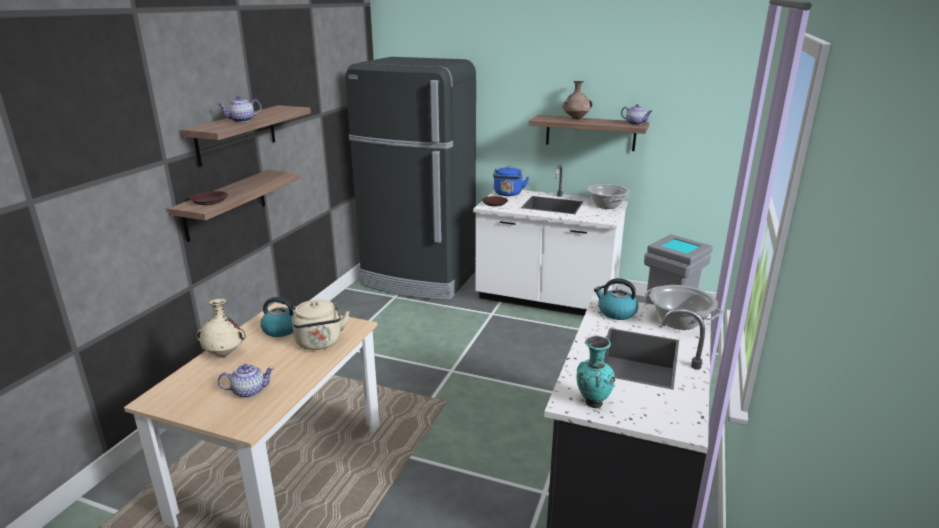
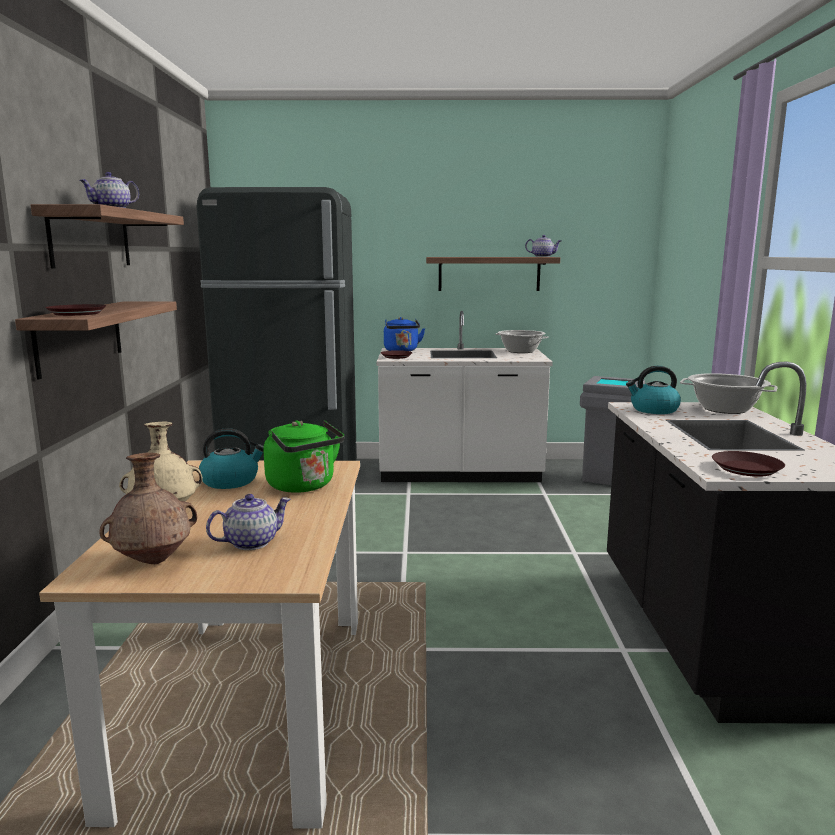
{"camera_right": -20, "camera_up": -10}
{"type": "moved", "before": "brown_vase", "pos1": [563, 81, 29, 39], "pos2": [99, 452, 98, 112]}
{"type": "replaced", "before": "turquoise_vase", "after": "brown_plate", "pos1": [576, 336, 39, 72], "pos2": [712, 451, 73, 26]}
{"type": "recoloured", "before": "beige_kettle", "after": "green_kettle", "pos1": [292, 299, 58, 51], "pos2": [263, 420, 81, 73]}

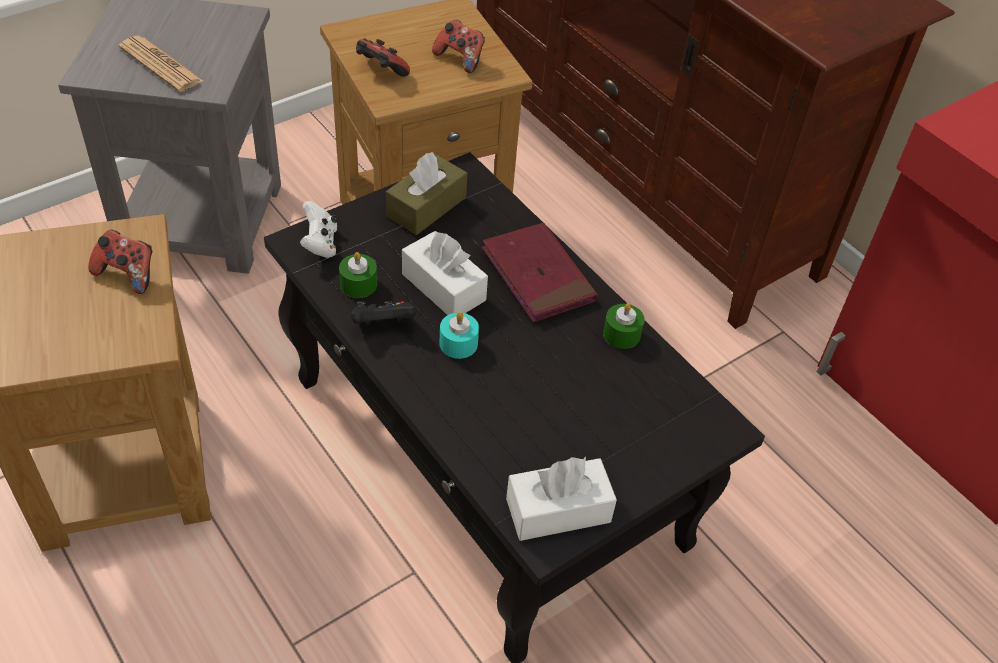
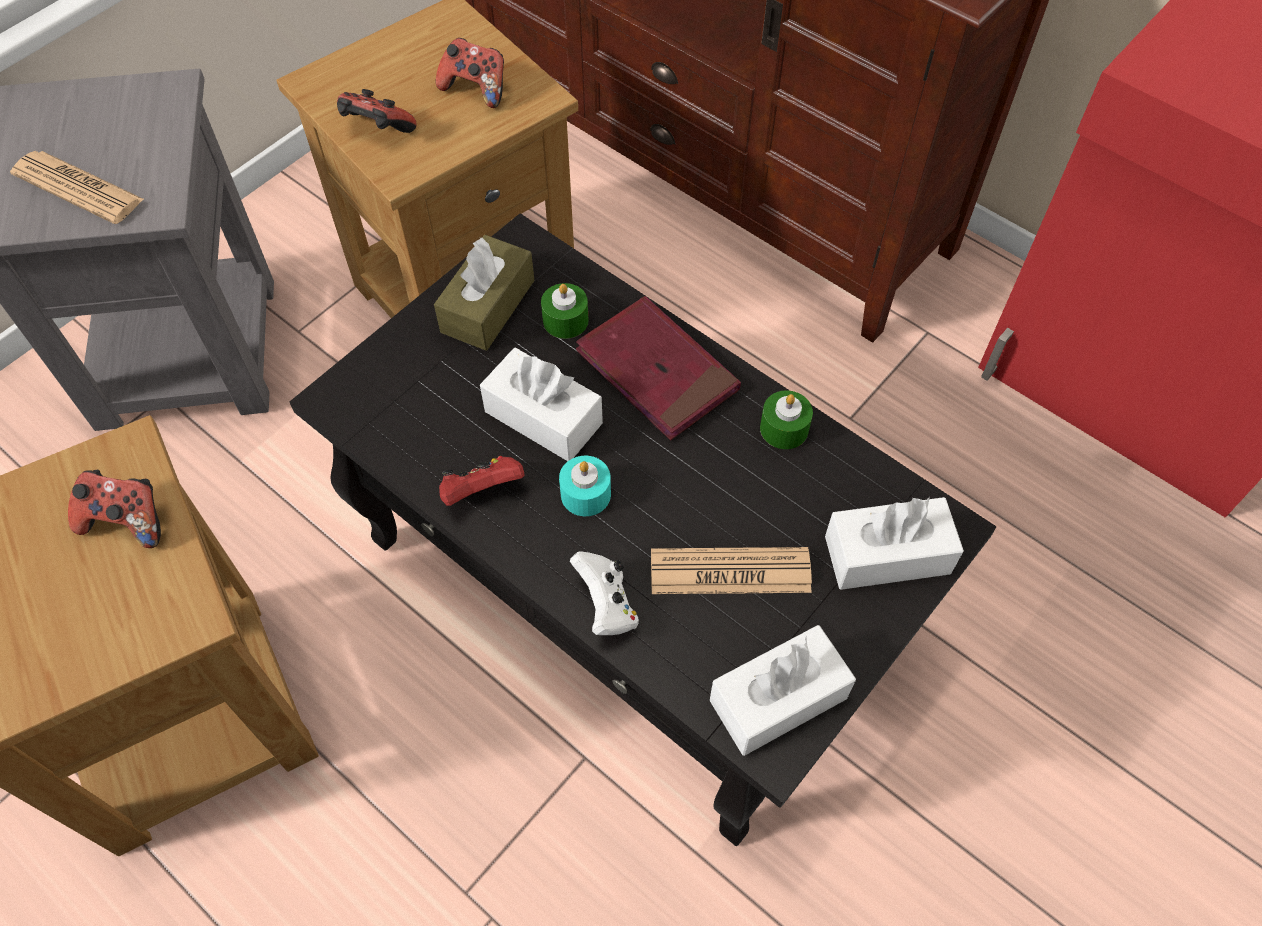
{"camera_right": -10, "camera_up": 10}
{"type": "added", "after": "newspaper", "pos2": [651, 547, 161, 47]}
{"type": "added", "after": "white_tissue_box", "pos2": [825, 497, 139, 93]}
{"type": "moved", "before": "white_game_controller", "pos1": [300, 201, 38, 57], "pos2": [570, 551, 69, 84]}
{"type": "moved", "before": "green_candle", "pos1": [339, 252, 38, 46], "pos2": [541, 283, 48, 56]}
{"type": "recoloured", "before": "black_game_controller", "after": "red_game_controller", "pos1": [350, 301, 66, 25], "pos2": [439, 456, 86, 50]}

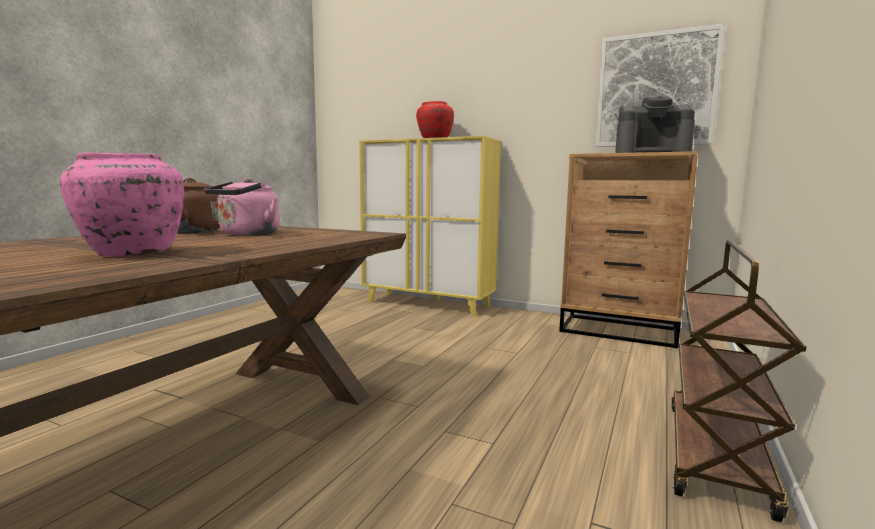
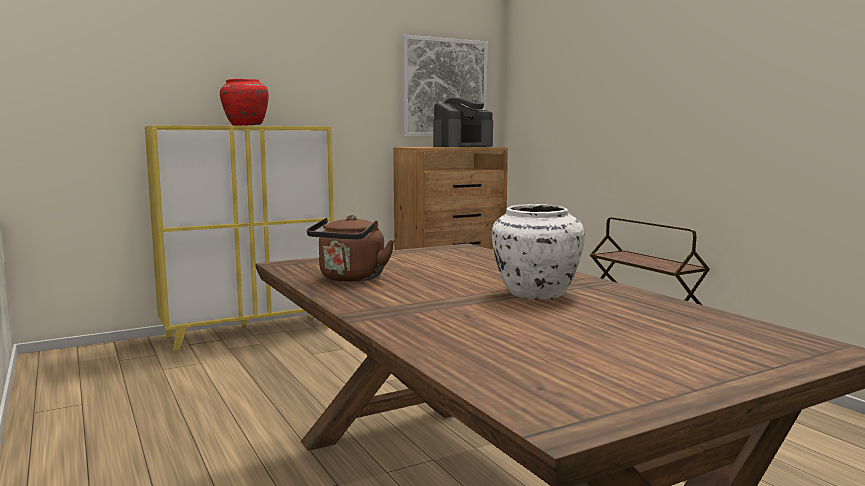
{"camera_right": -55, "camera_up": 0}
{"type": "removed", "before": "pink_kettle", "pos1": [204, 178, 75, 58]}
{"type": "recoloured", "before": "pink_vase", "after": "white_vase", "pos1": [60, 152, 124, 105], "pos2": [492, 204, 93, 96]}

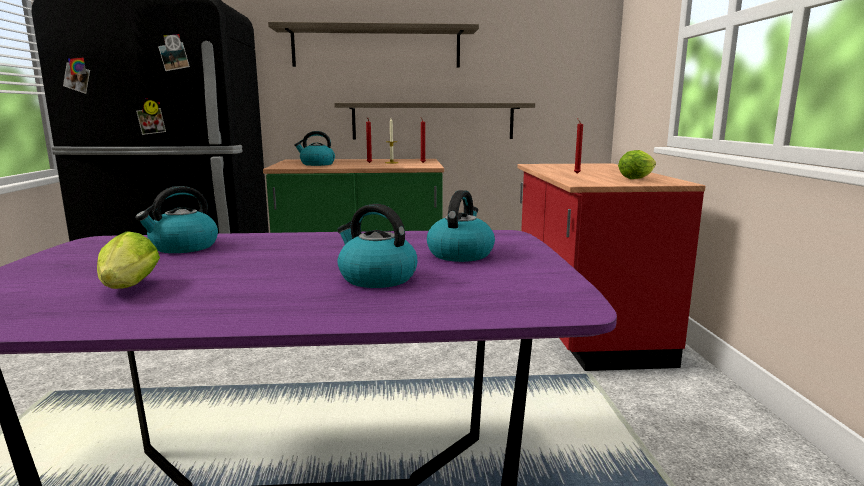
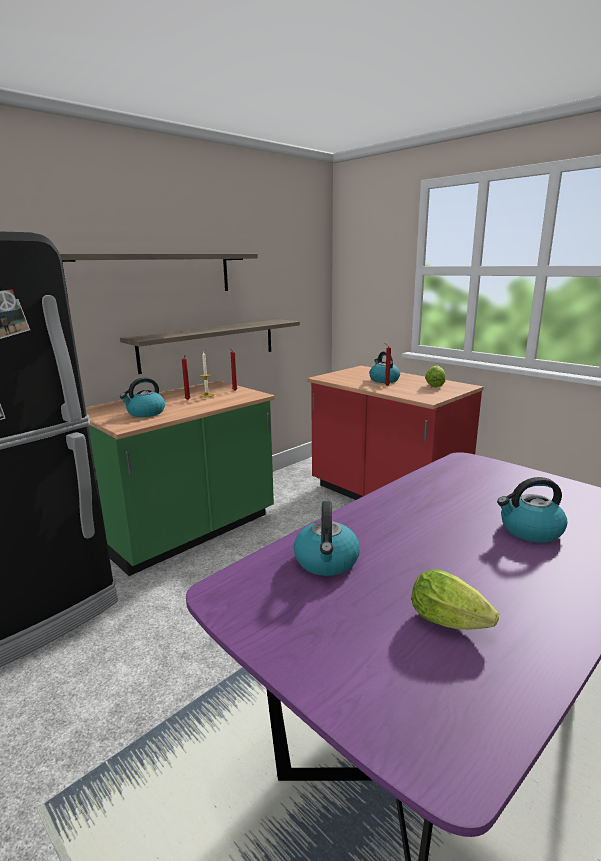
{"camera_right": -40, "camera_up": 5}
{"type": "moved", "before": "kettle", "pos1": [427, 190, 68, 72], "pos2": [369, 351, 31, 32]}

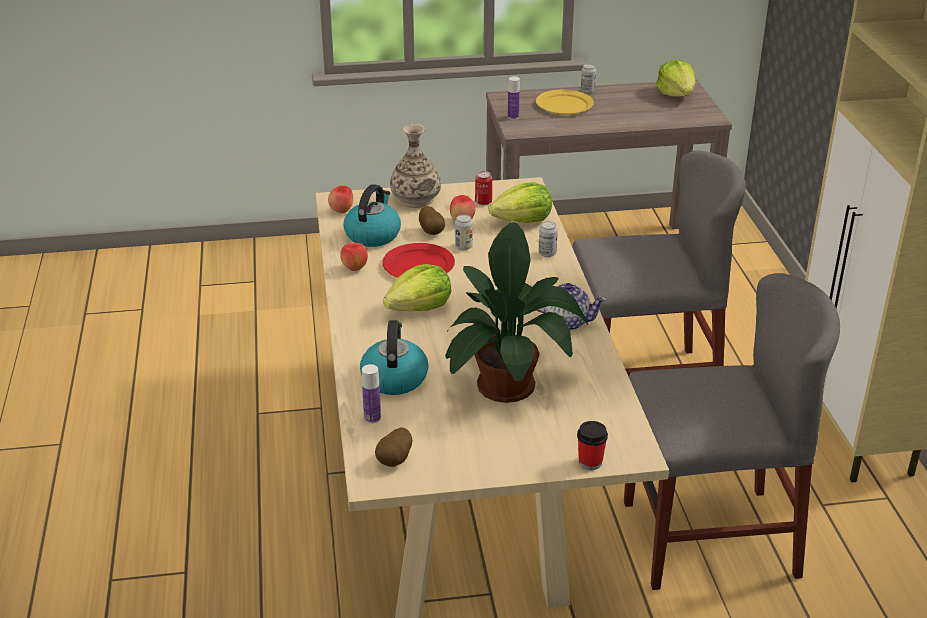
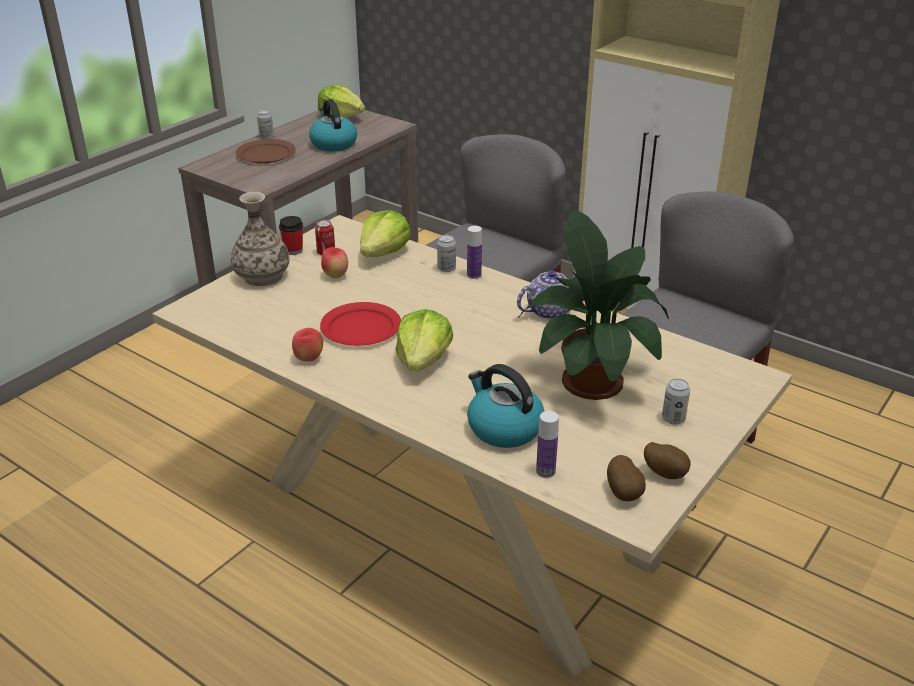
{"camera_right": -45, "camera_up": 0}
{"type": "removed", "before": "apple", "pos1": [328, 185, 25, 28]}
{"type": "moved", "before": "kettle", "pos1": [343, 184, 58, 63], "pos2": [309, 99, 48, 52]}
{"type": "moved", "before": "potato", "pos1": [419, 206, 26, 29], "pos2": [644, 442, 46, 37]}
{"type": "moved", "before": "can", "pos1": [455, 214, 18, 36], "pos2": [662, 379, 28, 46]}
{"type": "moved", "before": "bottle", "pos1": [508, 76, 12, 44], "pos2": [467, 226, 15, 53]}
{"type": "moved", "before": "cup", "pos1": [577, 421, 31, 49], "pos2": [279, 216, 24, 39]}
{"type": "recoloured", "before": "yellow_plate", "after": "brown_plate", "pos1": [536, 90, 58, 25], "pos2": [236, 139, 60, 24]}

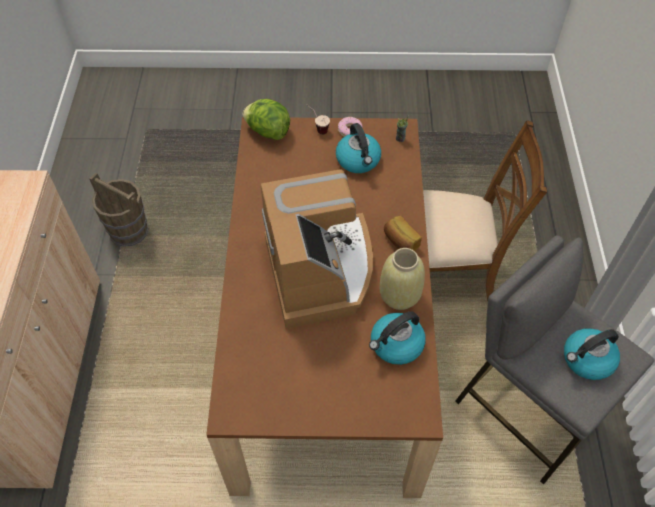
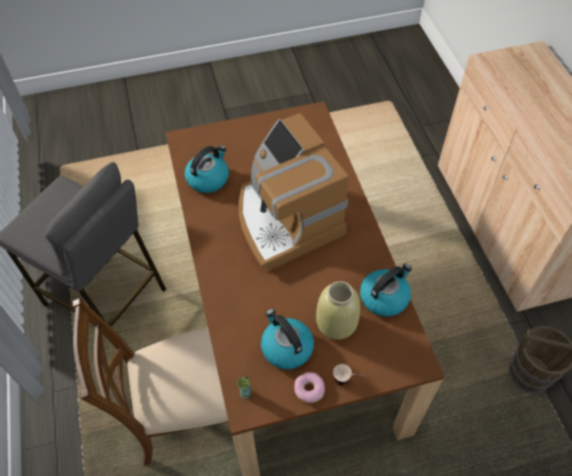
{"camera_right": 165, "camera_up": 0}
{"type": "removed", "before": "lettuce", "pos1": [243, 99, 47, 41]}
{"type": "removed", "before": "bread", "pos1": [384, 216, 38, 35]}
{"type": "moved", "before": "beige_vase", "pos1": [380, 248, 45, 62], "pos2": [316, 281, 44, 59]}
{"type": "moved", "before": "kettle", "pos1": [564, 328, 56, 52], "pos2": [360, 264, 52, 53]}

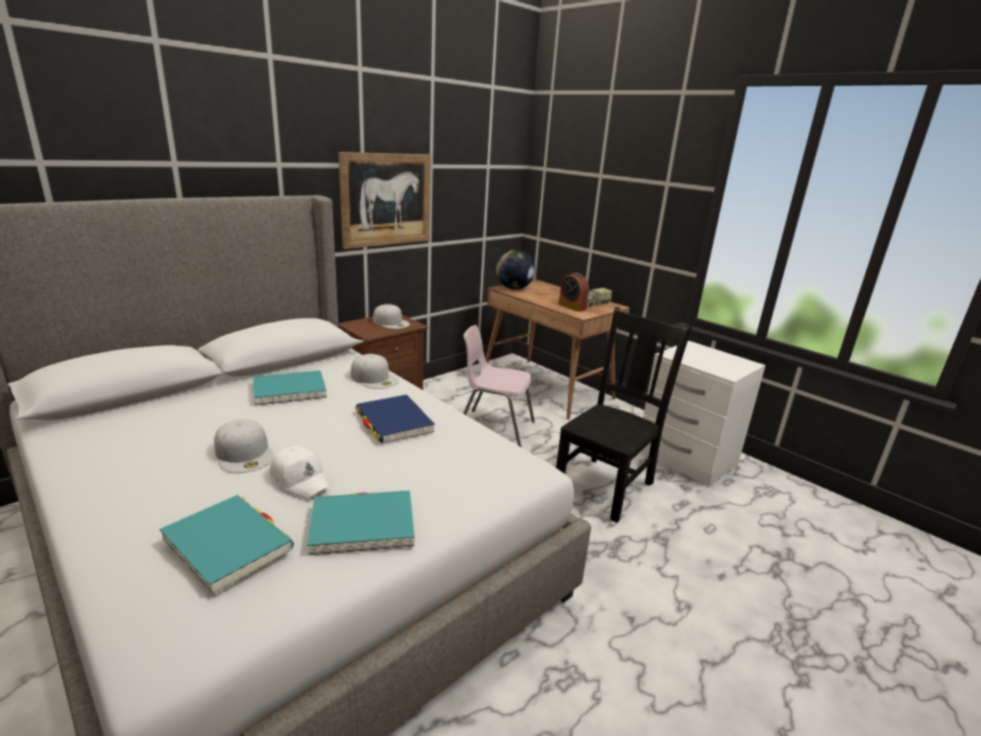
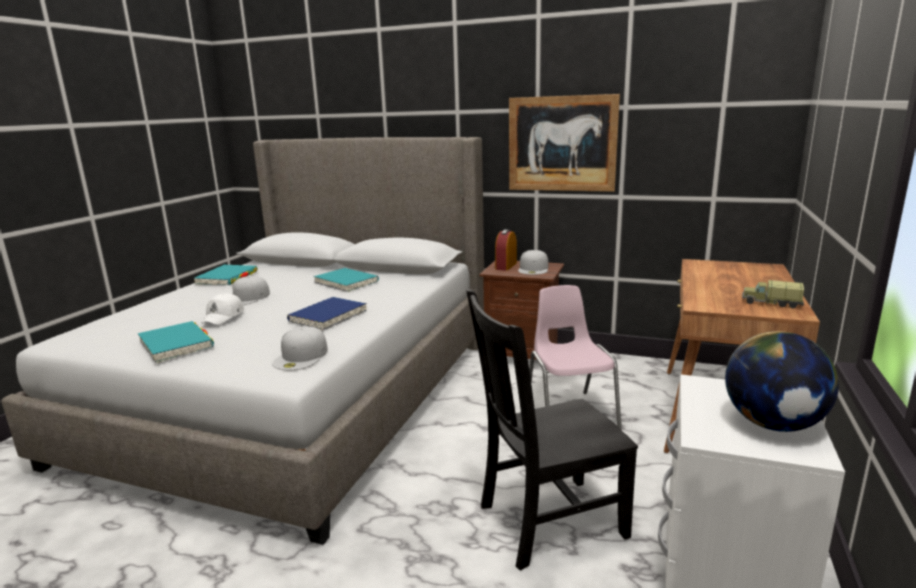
{"camera_right": 65, "camera_up": -5}
{"type": "moved", "before": "turquoise_book", "pos1": [159, 495, 135, 100], "pos2": [194, 265, 64, 20]}
{"type": "moved", "before": "white_cap", "pos1": [351, 354, 48, 35], "pos2": [272, 326, 56, 44]}
{"type": "moved", "before": "globe", "pos1": [496, 250, 39, 39], "pos2": [725, 331, 114, 101]}
{"type": "moved", "before": "alarm_clock", "pos1": [559, 272, 30, 40], "pos2": [495, 229, 22, 42]}
{"type": "turned", "before": "black_chair", "pos1": [556, 307, 136, 216], "pos2": [466, 289, 172, 282], "turn": 150}

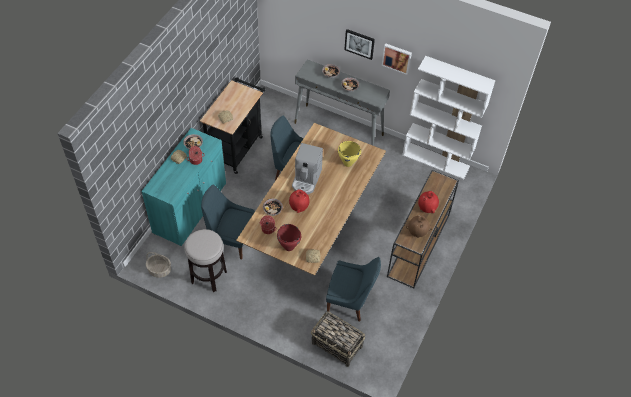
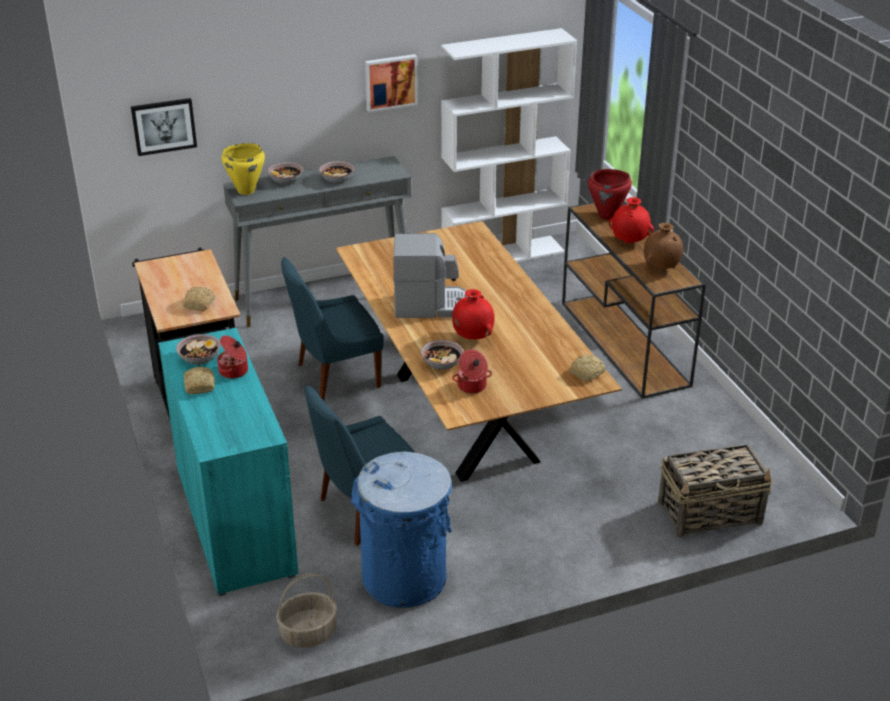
{"camera_right": -45, "camera_up": -20}
{"type": "removed", "before": "blue_chair", "pos1": [326, 257, 55, 65]}
{"type": "moved", "before": "red_cooking_pot", "pos1": [277, 224, 24, 27], "pos2": [588, 169, 44, 51]}
{"type": "moved", "before": "yellow_cooking_pot", "pos1": [338, 141, 23, 26], "pos2": [221, 143, 44, 52]}
{"type": "moved", "before": "picture", "pos1": [344, 29, 31, 31], "pos2": [131, 98, 66, 58]}
{"type": "replaced", "before": "stool", "after": "blue_trash_can", "pos1": [184, 229, 43, 63], "pos2": [350, 452, 102, 156]}
{"type": "turned", "before": "coffee_machine", "pos1": [292, 143, 31, 52], "pos2": [393, 233, 74, 85], "turn": -60}

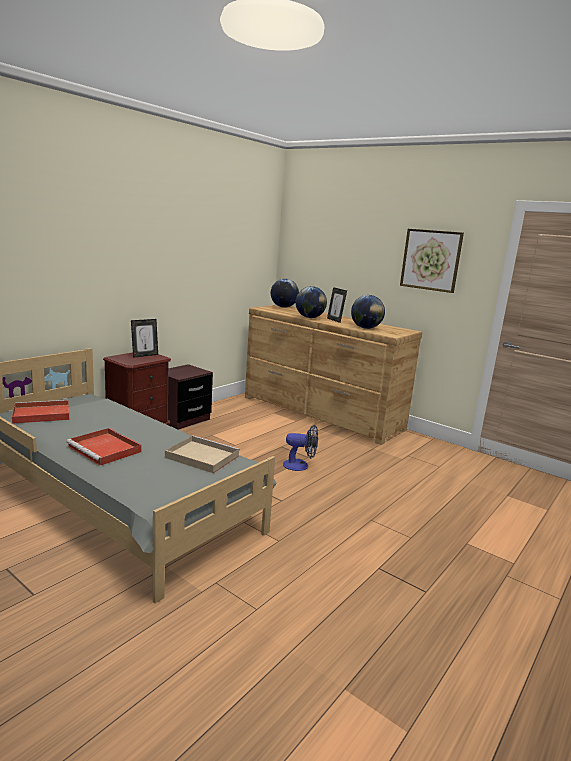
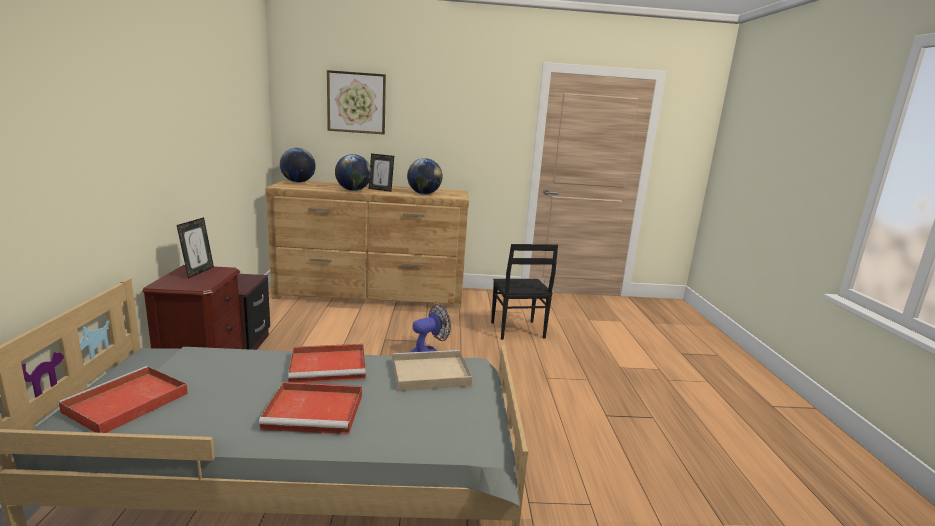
{"camera_right": -40, "camera_up": 0}
{"type": "added", "after": "red_tray", "pos2": [288, 344, 78, 39]}
{"type": "added", "after": "black_chair", "pos2": [491, 244, 67, 96]}
{"type": "moved", "before": "picture", "pos1": [400, 229, 64, 64], "pos2": [327, 70, 59, 64]}

